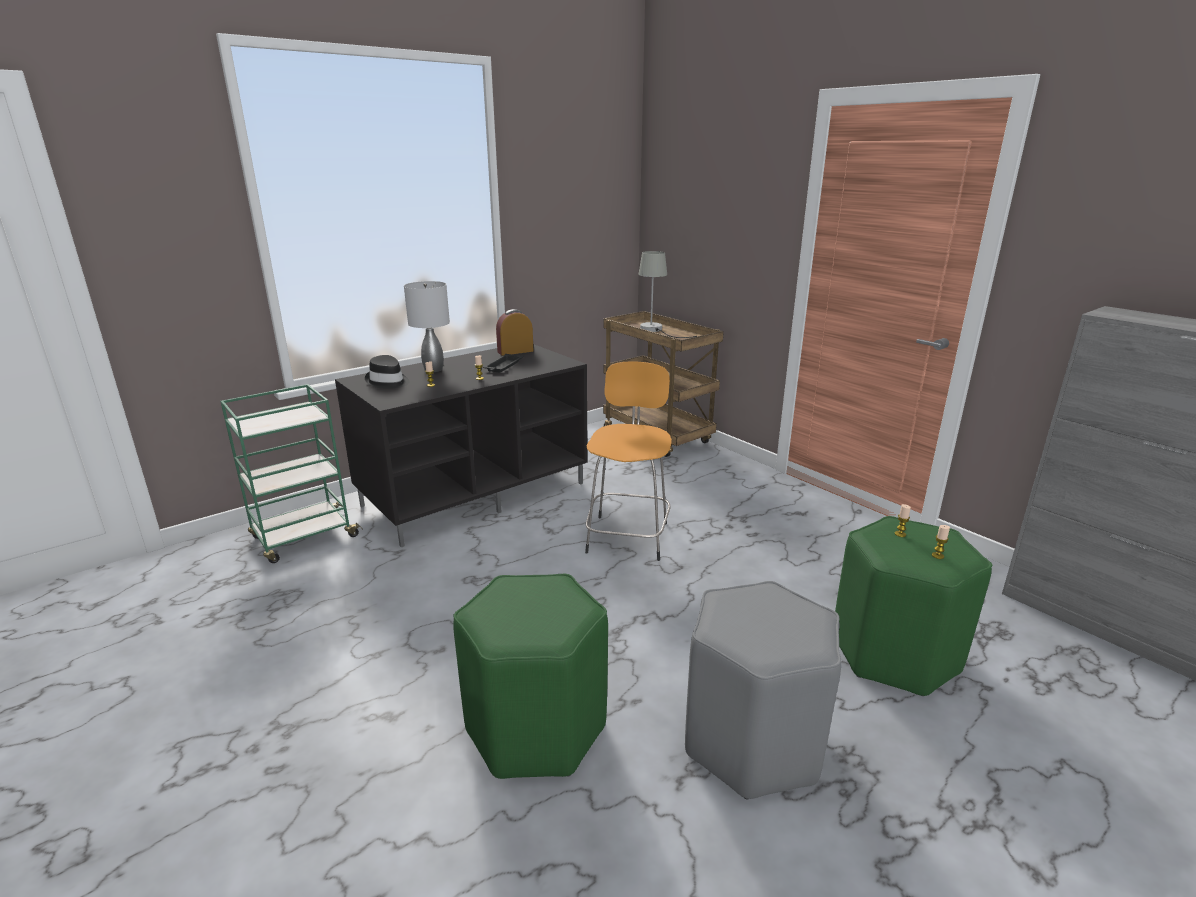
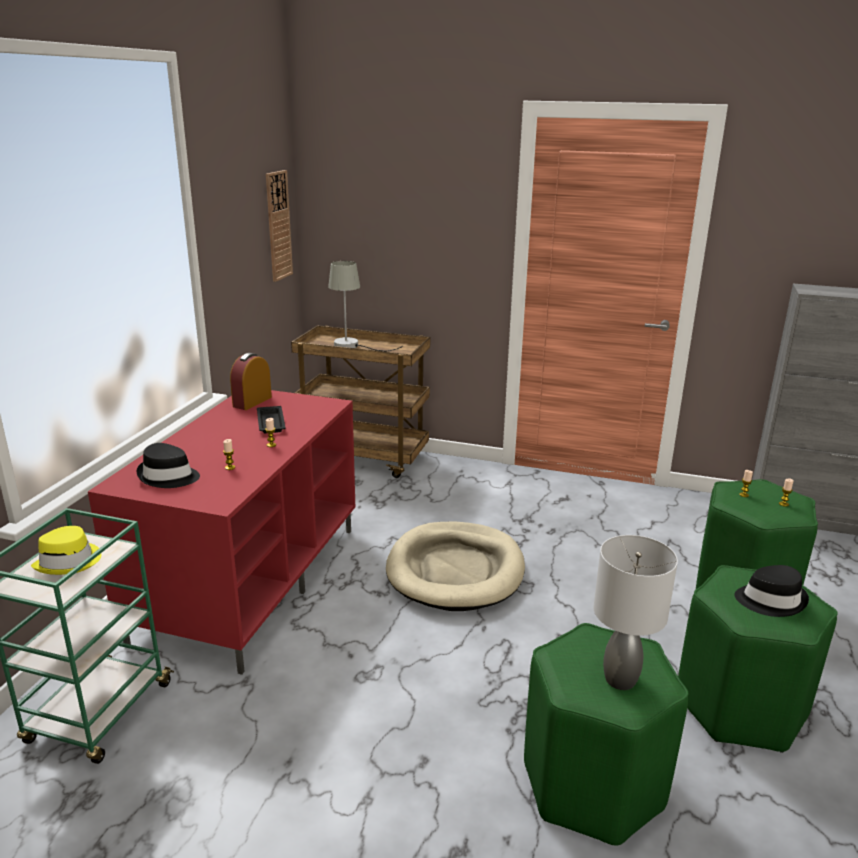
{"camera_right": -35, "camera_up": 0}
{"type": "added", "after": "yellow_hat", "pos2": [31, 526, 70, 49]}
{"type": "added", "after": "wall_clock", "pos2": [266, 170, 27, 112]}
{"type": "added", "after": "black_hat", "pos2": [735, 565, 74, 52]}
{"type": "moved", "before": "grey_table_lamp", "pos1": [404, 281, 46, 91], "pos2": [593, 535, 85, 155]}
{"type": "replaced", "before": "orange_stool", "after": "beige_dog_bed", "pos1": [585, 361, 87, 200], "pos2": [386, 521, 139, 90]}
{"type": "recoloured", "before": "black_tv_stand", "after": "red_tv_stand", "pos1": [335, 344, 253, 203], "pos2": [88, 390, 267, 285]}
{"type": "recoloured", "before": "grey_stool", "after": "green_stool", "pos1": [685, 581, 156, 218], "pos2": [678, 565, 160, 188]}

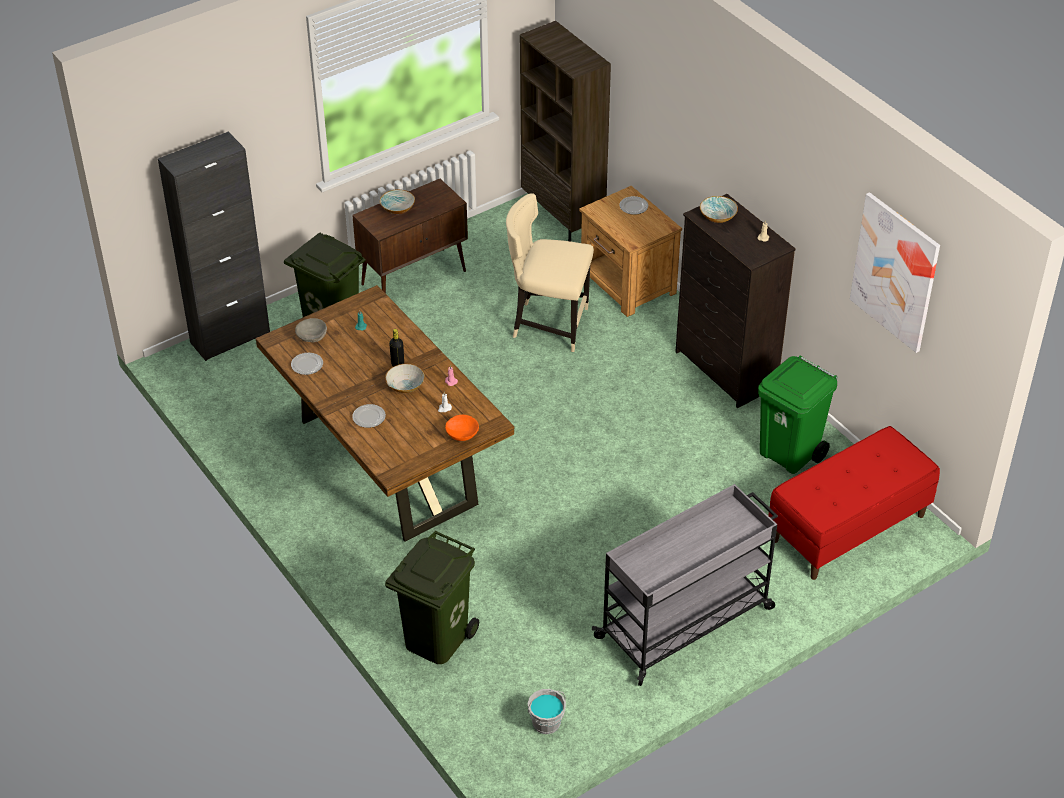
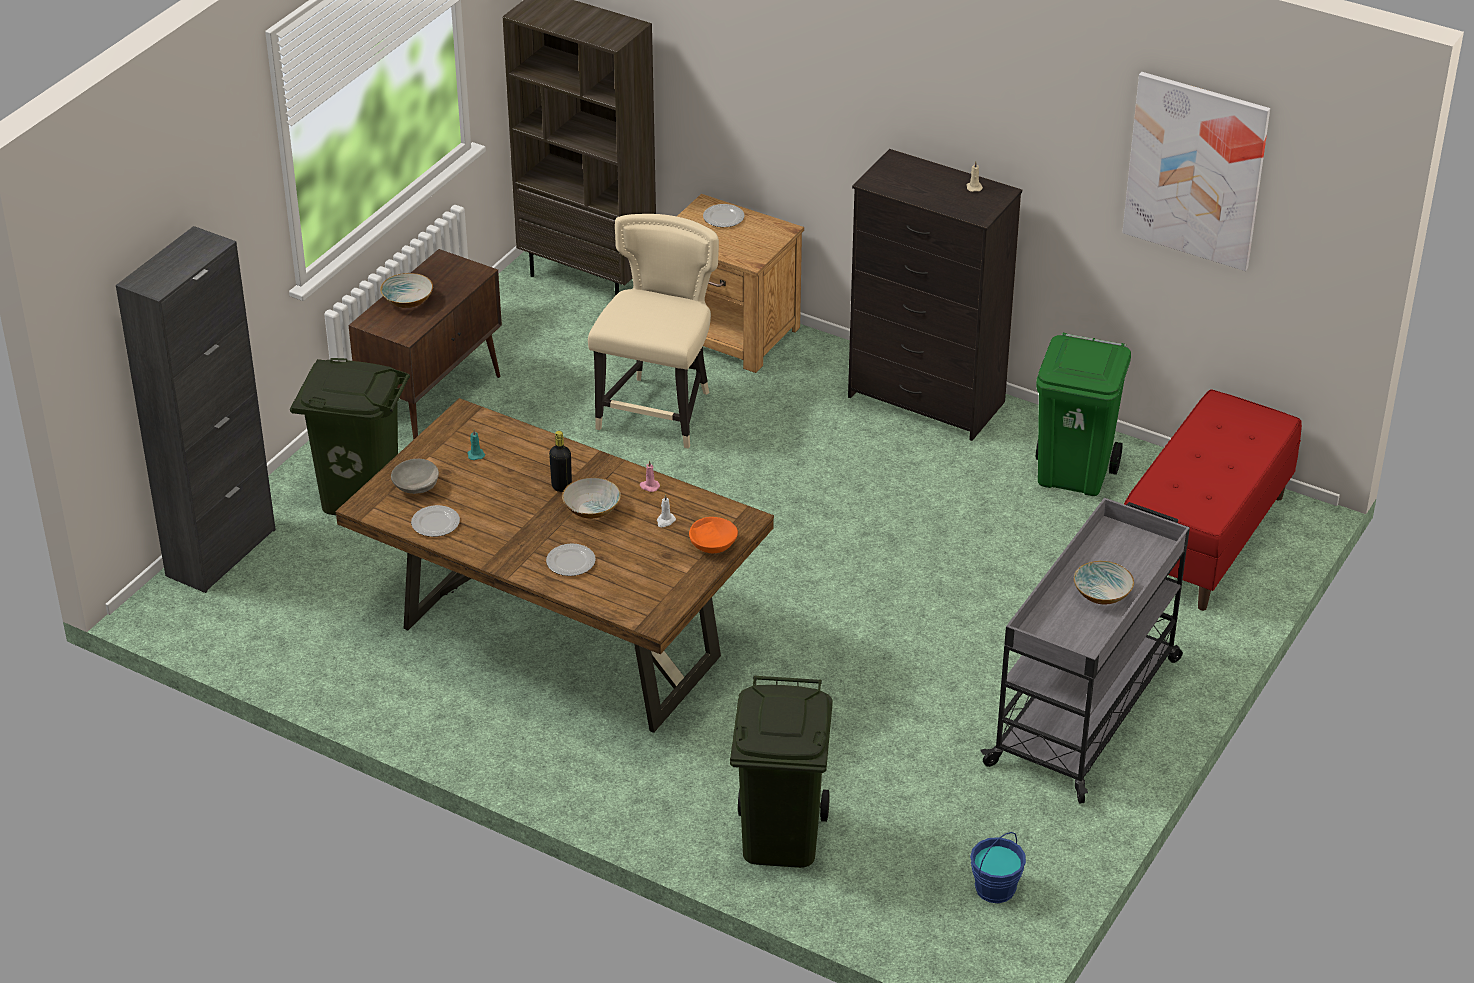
{"camera_right": -25, "camera_up": -5}
{"type": "moved", "before": "bowl", "pos1": [700, 196, 38, 27], "pos2": [1074, 561, 60, 43]}
{"type": "recoloured", "before": "grey_bucket", "after": "blue_bucket", "pos1": [527, 689, 39, 45], "pos2": [970, 832, 56, 71]}
{"type": "turned", "before": "beige_chair", "pos1": [506, 193, 88, 159], "pos2": [588, 214, 131, 235], "turn": 120}

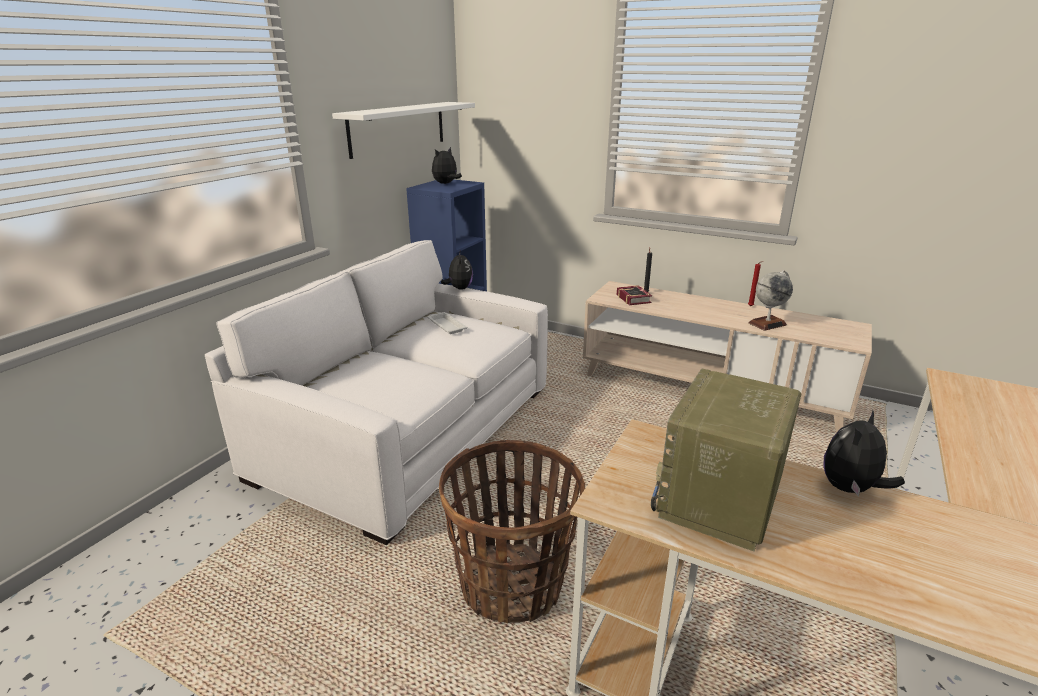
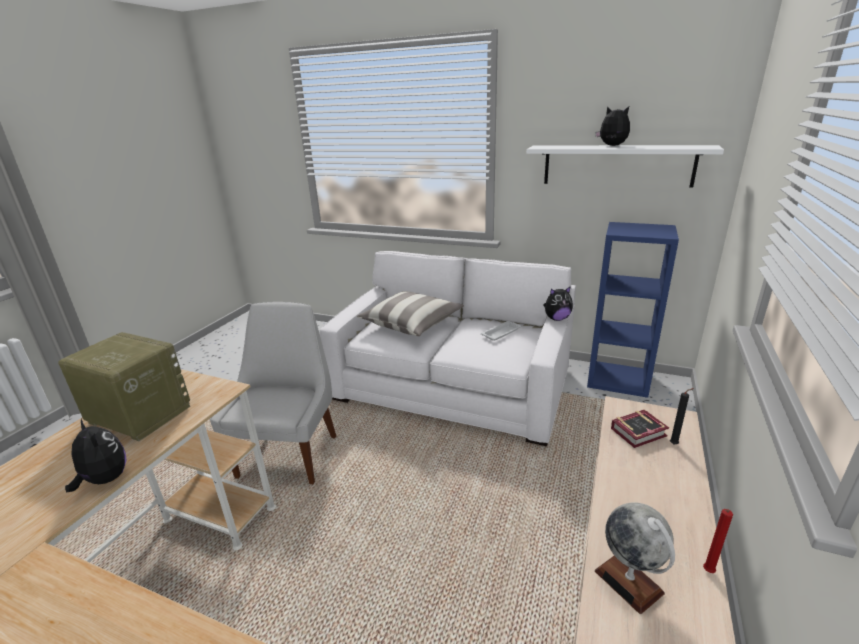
{"camera_right": 85, "camera_up": 0}
{"type": "added", "after": "pillow", "pos2": [357, 291, 107, 45]}
{"type": "moved", "before": "plush_toy", "pos1": [432, 147, 30, 37], "pos2": [595, 106, 35, 40]}
{"type": "replaced", "before": "basket", "after": "white_chair", "pos1": [439, 440, 146, 183], "pos2": [210, 302, 127, 182]}

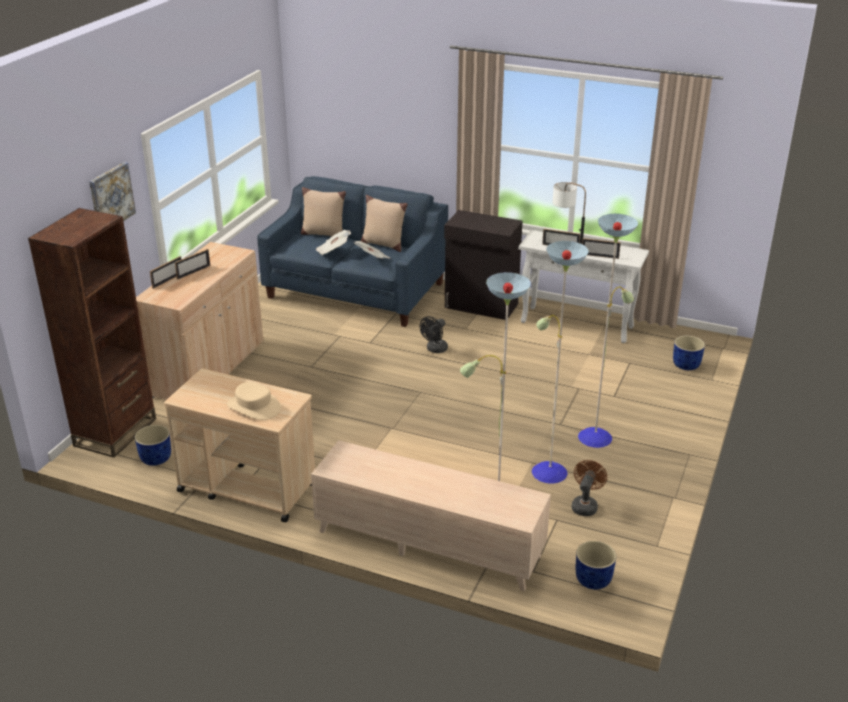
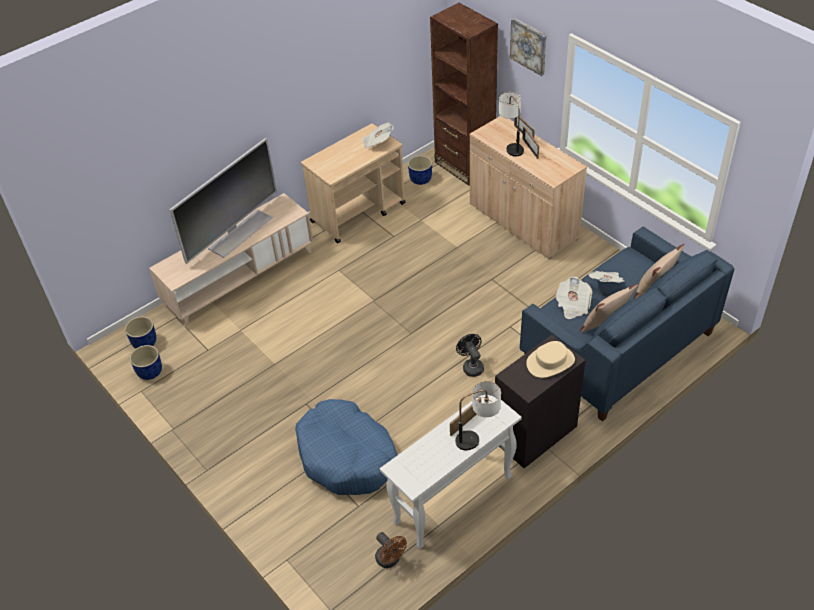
{"camera_right": 120, "camera_up": 15}
{"type": "removed", "before": "floor_lamp", "pos1": [460, 214, 178, 270]}
{"type": "removed", "before": "picture_frame", "pos1": [582, 238, 39, 21]}
{"type": "added", "after": "television", "pos2": [170, 138, 107, 126]}
{"type": "added", "after": "blue_dog_bed", "pos2": [295, 399, 102, 96]}
{"type": "added", "after": "newspaper", "pos2": [362, 122, 32, 27]}
{"type": "added", "after": "table_lamp", "pos2": [499, 92, 25, 65]}
{"type": "moved", "before": "beige_hat", "pos1": [227, 382, 54, 38], "pos2": [526, 341, 49, 37]}
{"type": "moved", "before": "brown_fan", "pos1": [572, 460, 35, 56], "pos2": [375, 532, 32, 36]}
{"type": "moved", "before": "blue_planter", "pos1": [673, 336, 32, 34], "pos2": [130, 345, 32, 35]}

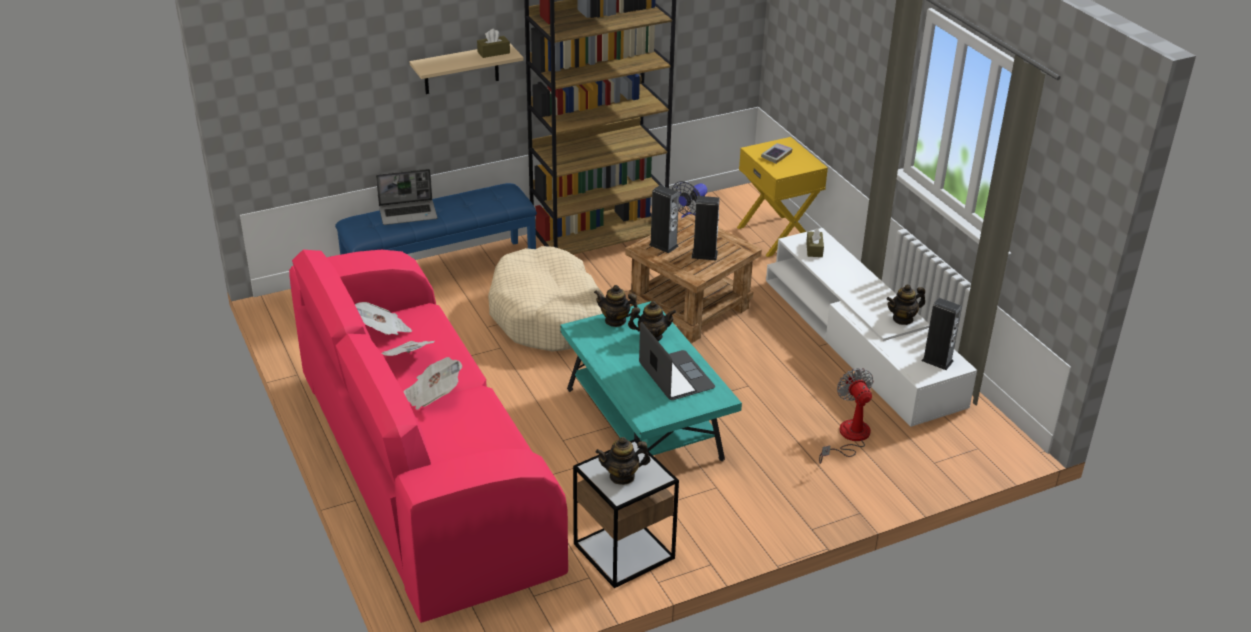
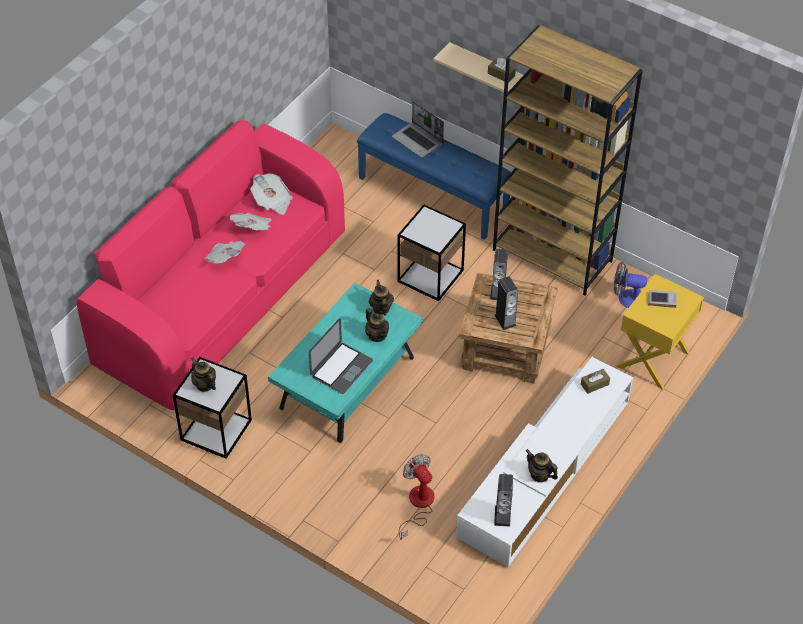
{"camera_right": 60, "camera_up": 15}
{"type": "replaced", "before": "beige_dog_bed", "after": "side_table", "pos1": [488, 246, 117, 106], "pos2": [397, 205, 69, 96]}
{"type": "turned", "before": "fan", "pos1": [819, 368, 54, 96], "pos2": [399, 454, 36, 86], "turn": -75}

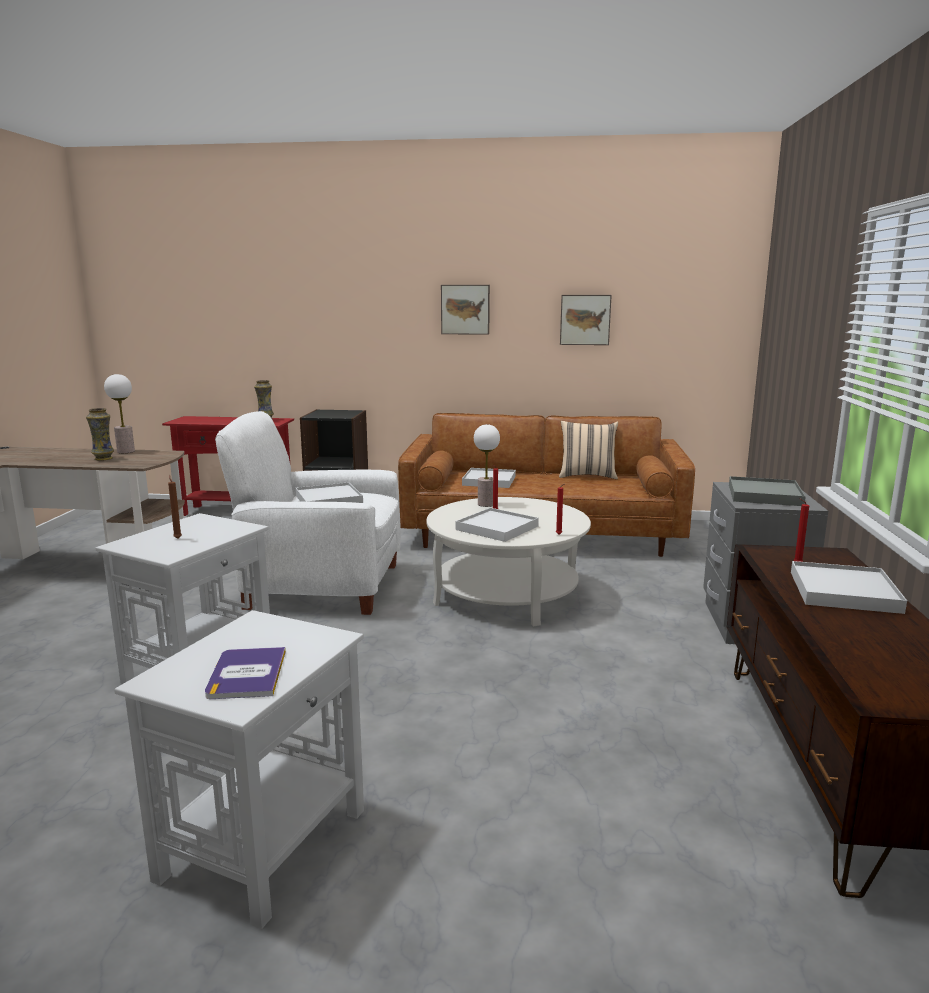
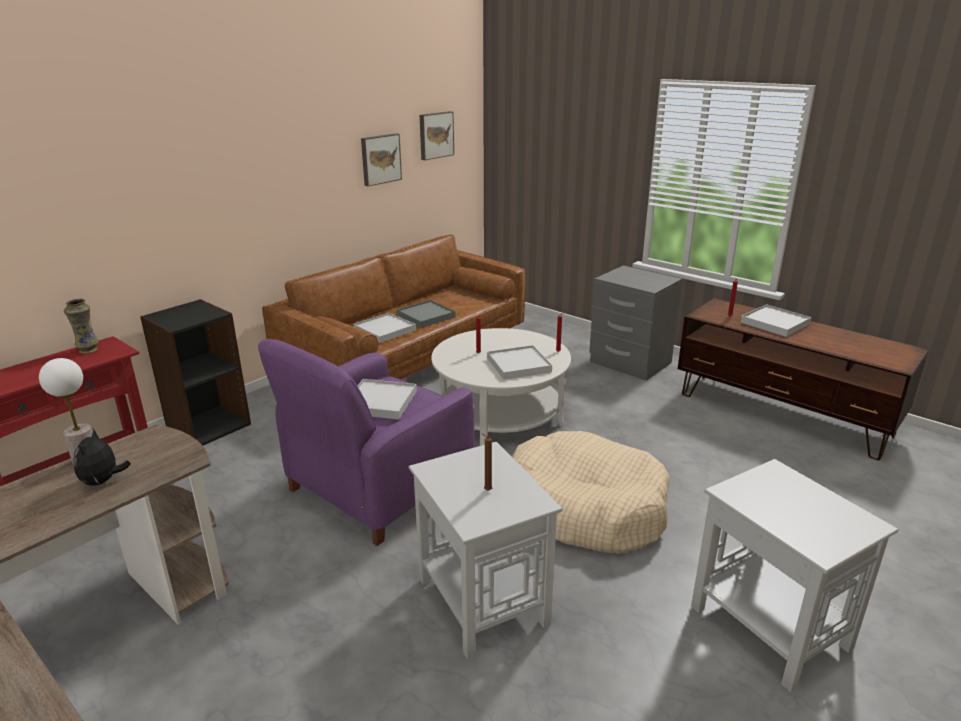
{"camera_right": -55, "camera_up": 10}
{"type": "removed", "before": "book", "pos1": [205, 647, 81, 52]}
{"type": "removed", "before": "table_lamp", "pos1": [474, 424, 26, 83]}
{"type": "removed", "before": "beige_pillow", "pos1": [559, 421, 59, 58]}
{"type": "added", "after": "beige_dog_bed", "pos2": [512, 431, 158, 123]}
{"type": "moved", "before": "picture", "pos1": [441, 285, 49, 50], "pos2": [420, 111, 34, 49]}
{"type": "moved", "before": "grey_tray", "pos1": [729, 476, 77, 30], "pos2": [396, 300, 60, 28]}
{"type": "replaced", "before": "vase", "after": "plush_toy", "pos1": [86, 408, 28, 53], "pos2": [73, 428, 58, 58]}
{"type": "recoloured", "before": "white_armchair", "after": "purple_armchair", "pos1": [215, 411, 186, 204], "pos2": [258, 339, 217, 207]}

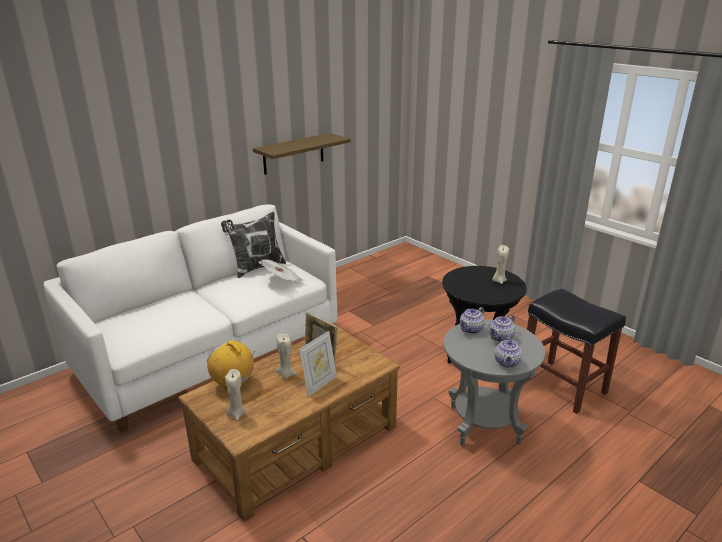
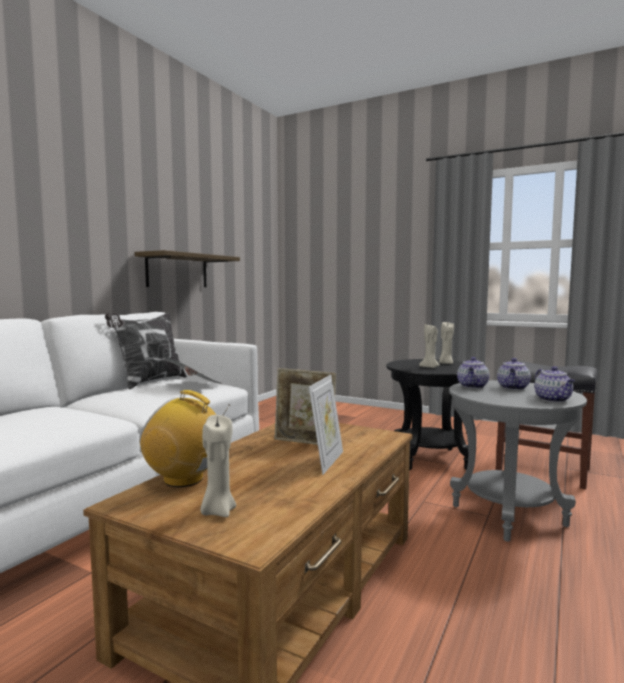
{"camera_right": -20, "camera_up": -20}
{"type": "moved", "before": "beige_candle", "pos1": [276, 334, 21, 45], "pos2": [419, 324, 21, 44]}

